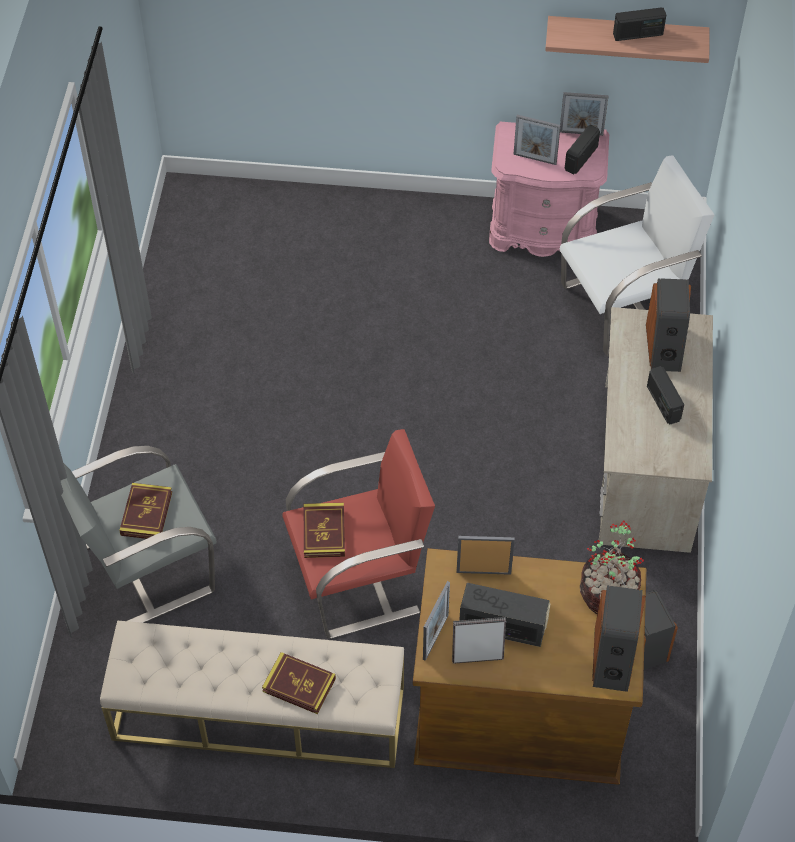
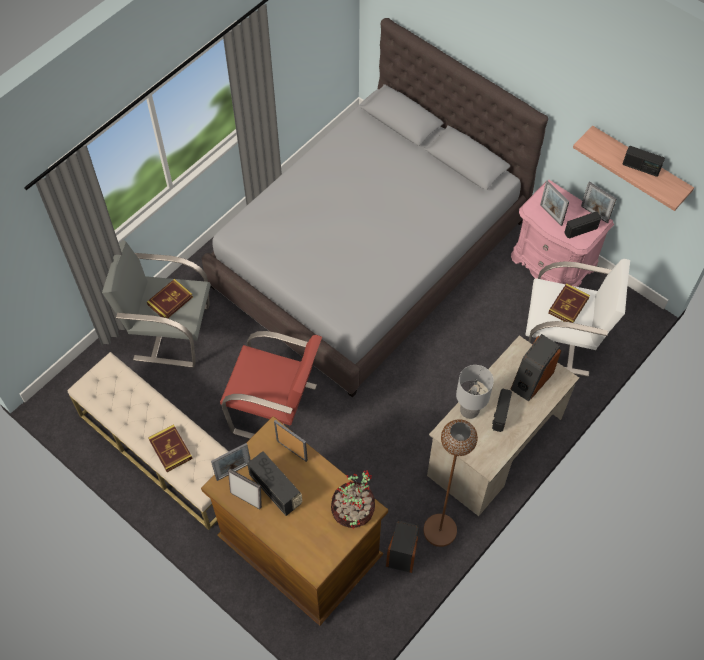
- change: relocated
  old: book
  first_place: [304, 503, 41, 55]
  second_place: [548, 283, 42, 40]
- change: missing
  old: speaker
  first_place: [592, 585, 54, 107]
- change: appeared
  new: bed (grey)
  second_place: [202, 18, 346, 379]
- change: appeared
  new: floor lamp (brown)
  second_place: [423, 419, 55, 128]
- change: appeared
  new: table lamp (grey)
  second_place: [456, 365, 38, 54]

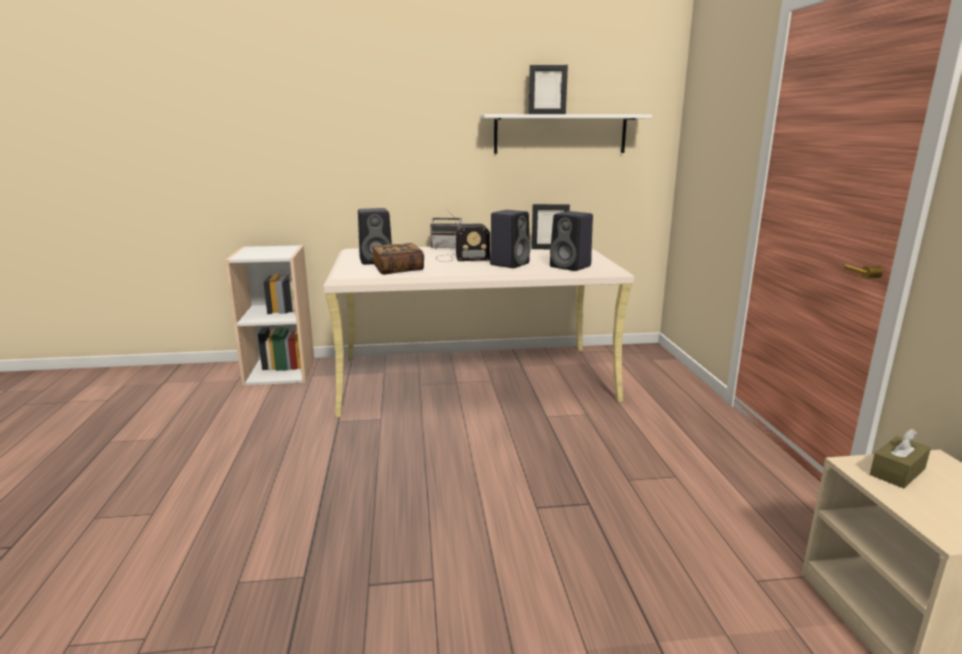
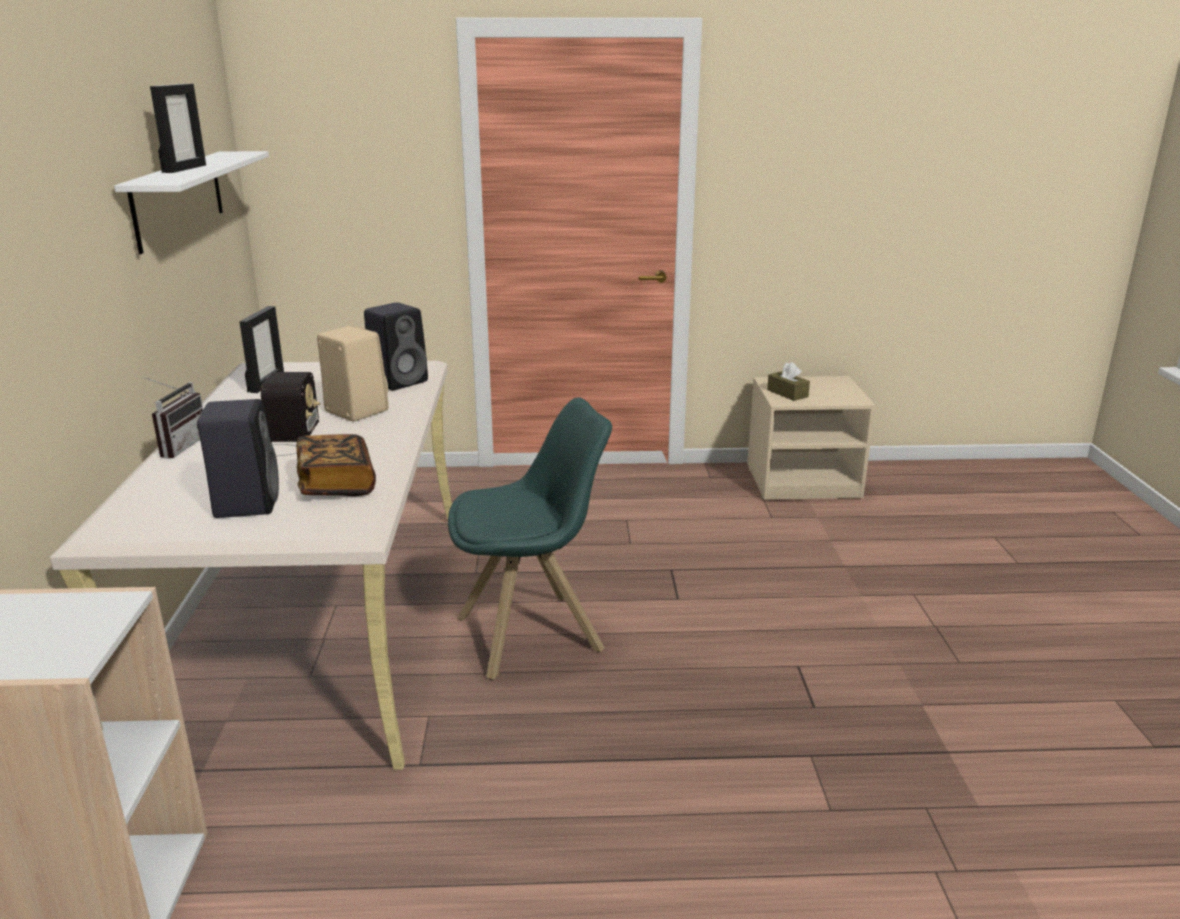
- change: colour
  old: speaker (black)
  new: speaker (beige)
  first_place: [490, 210, 40, 58]
  second_place: [317, 326, 71, 95]
- change: appeared
  new: chair (turquoise)
  second_place: [448, 397, 164, 283]

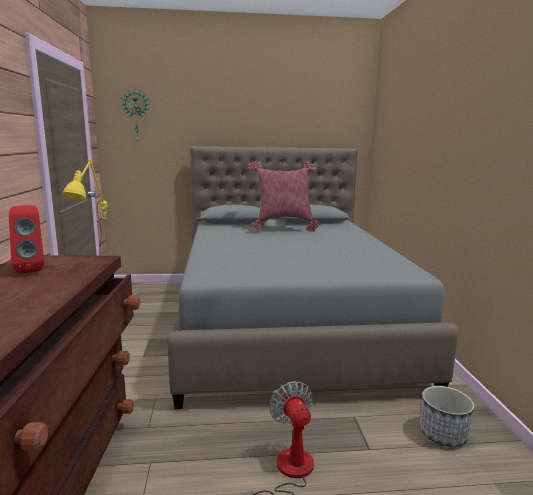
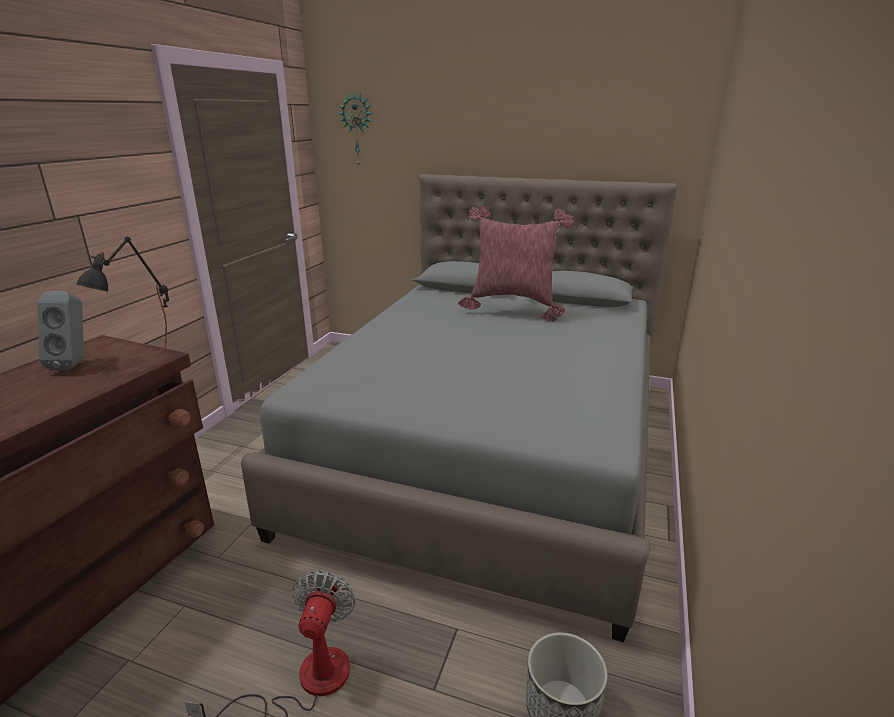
- change: colour
  old: speaker (red)
  new: speaker (grey)
  first_place: [9, 205, 35, 68]
  second_place: [38, 291, 46, 79]
- change: colour
  old: table lamp (yellow)
  new: table lamp (black)
  first_place: [61, 159, 47, 98]
  second_place: [76, 237, 93, 115]

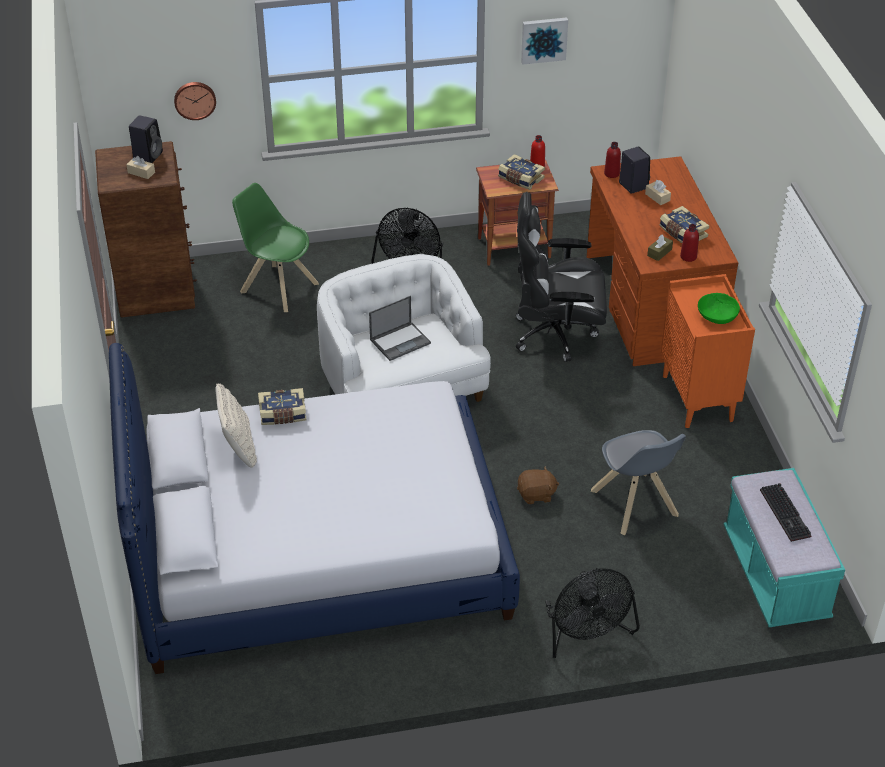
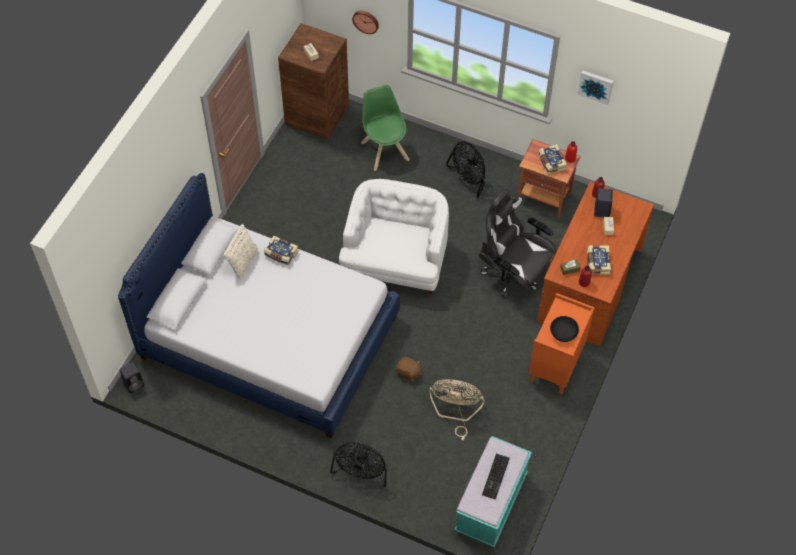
- change: relocated
  old: speaker (black)
  first_place: [129, 115, 34, 48]
  second_place: [119, 362, 25, 31]
- change: missing
  old: laptop
  first_place: [369, 296, 62, 65]
- change: exchanged
  old: chair (grey)
  new: fan (beige)
  first_place: [591, 430, 95, 105]
  second_place: [429, 379, 56, 62]
- change: colour
  old: bowl (green)
  new: bowl (black)
  first_place: [698, 293, 42, 31]
  second_place: [550, 316, 29, 26]

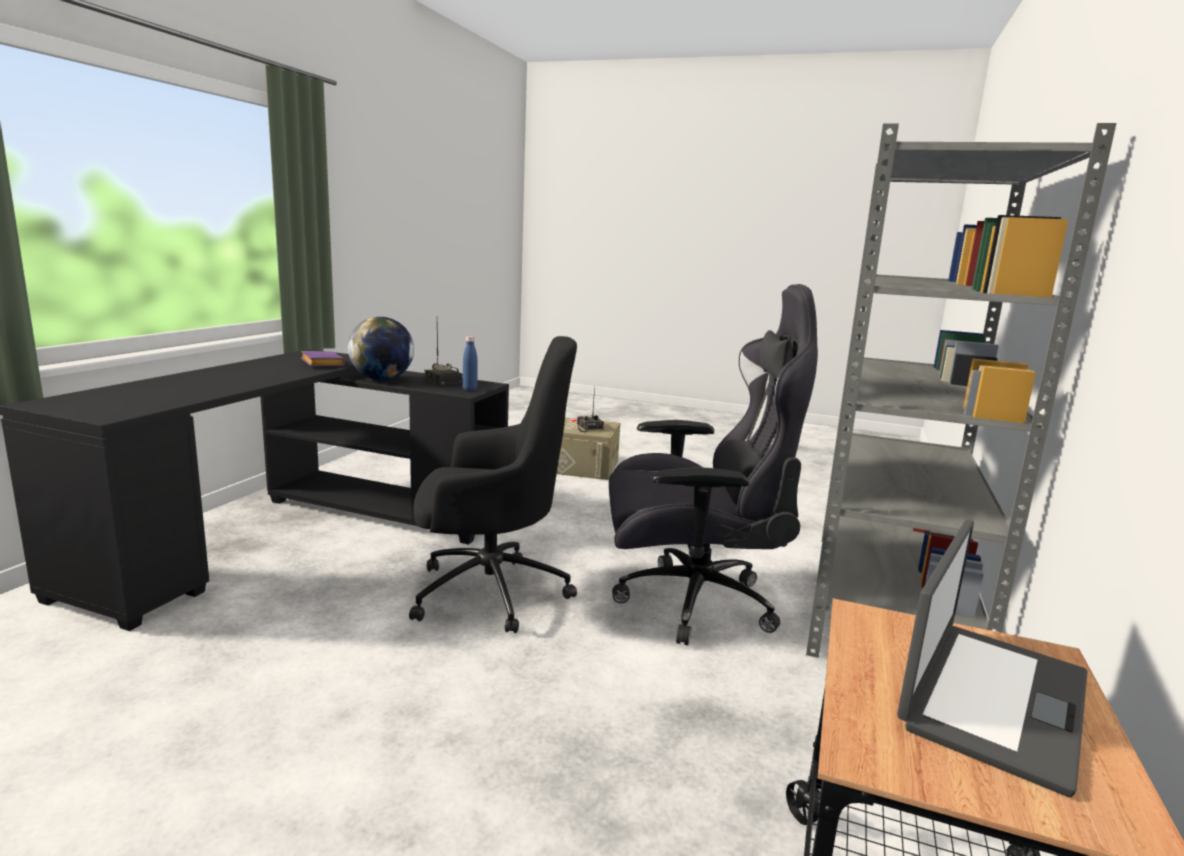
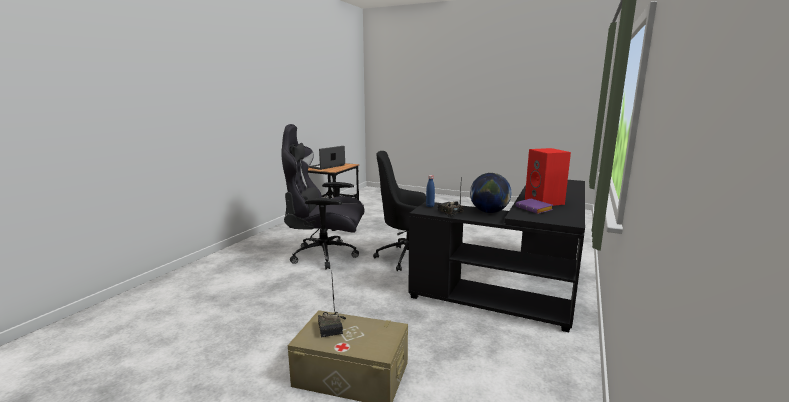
- change: missing
  old: bookcase (grey)
  first_place: [806, 123, 311, 535]
- change: appeared
  new: speaker (red)
  second_place: [525, 148, 46, 58]

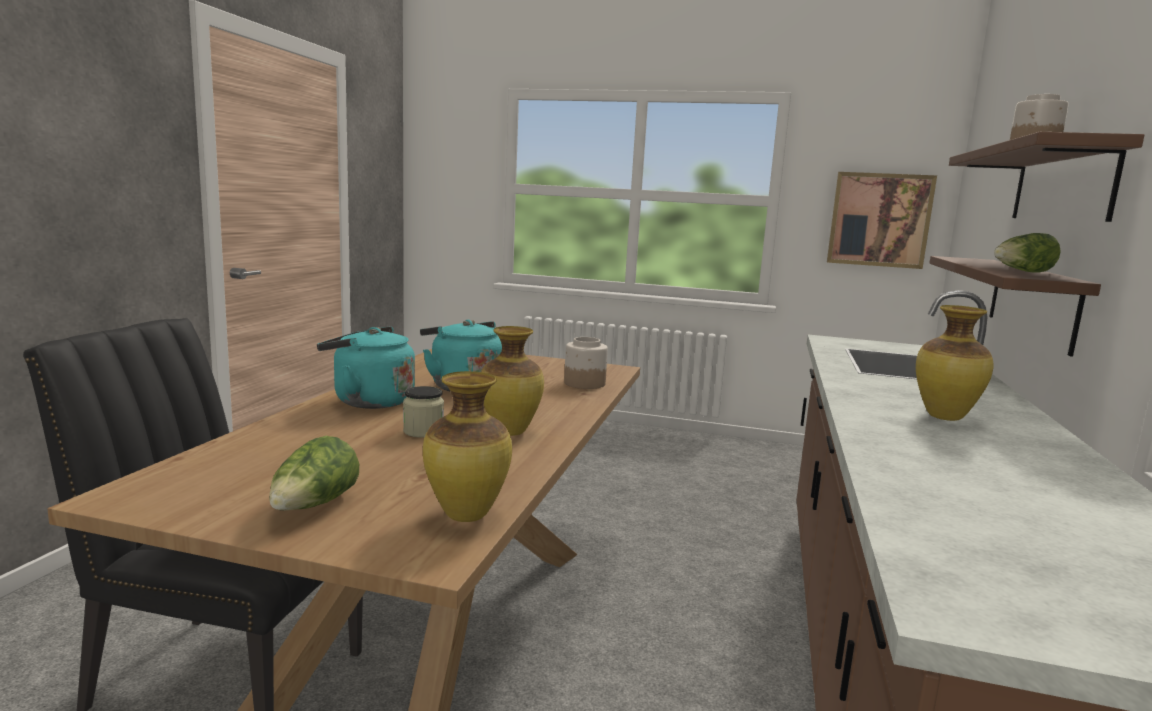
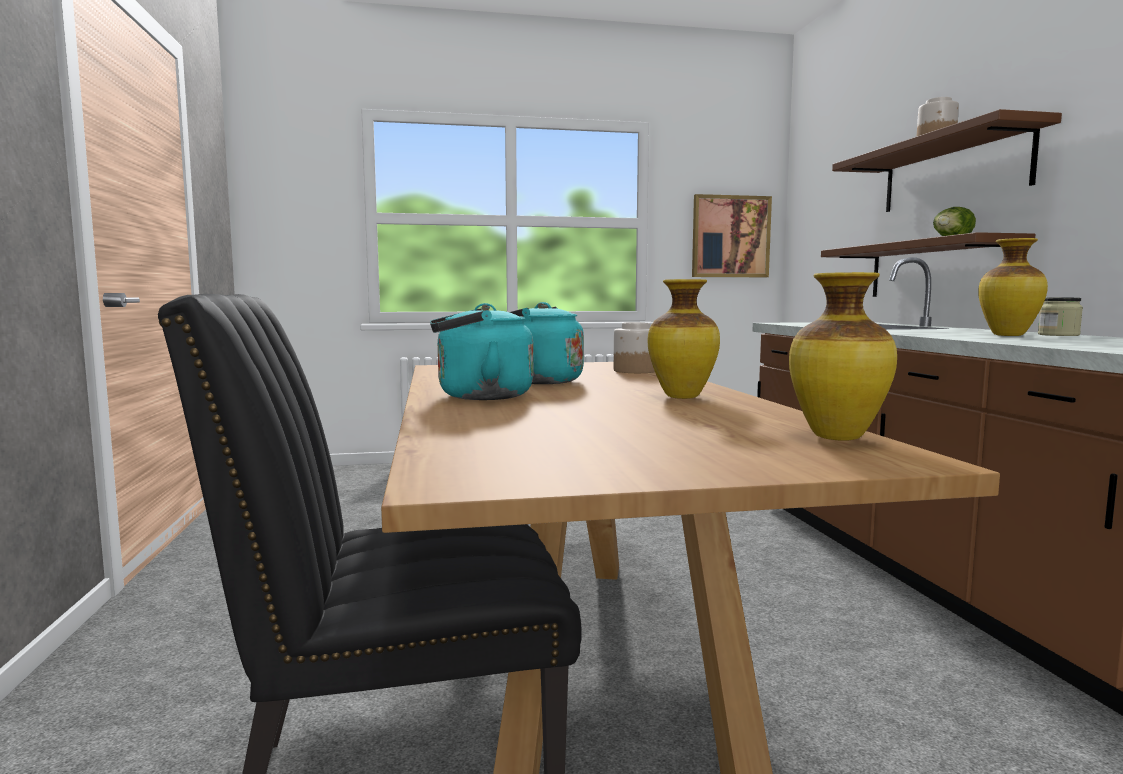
- change: missing
  old: lettuce
  first_place: [269, 436, 90, 75]
- change: relocated
  old: jar
  first_place: [403, 386, 41, 52]
  second_place: [1038, 298, 45, 38]

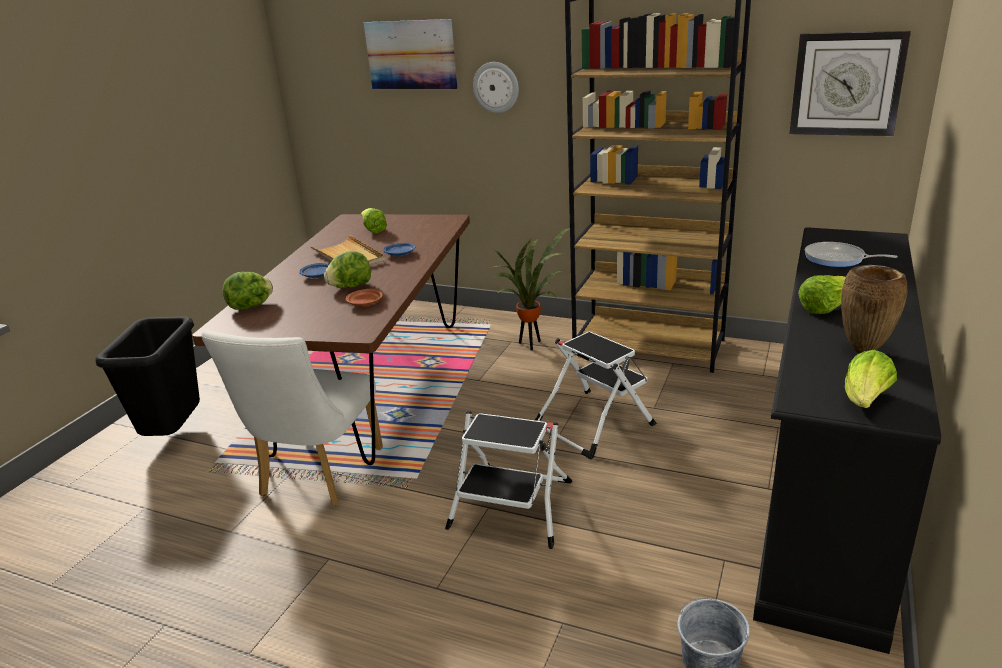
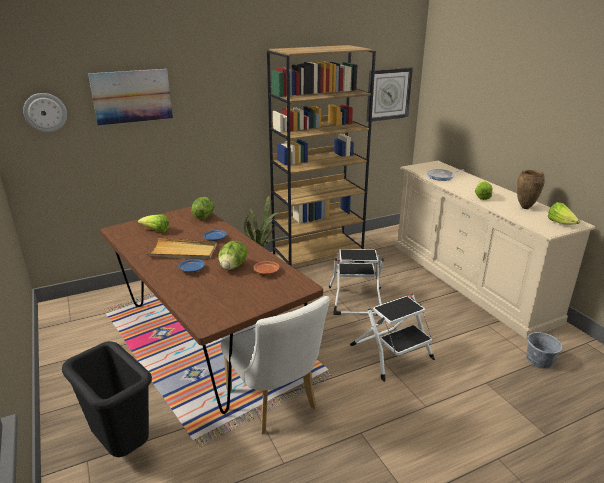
- change: relocated
  old: lettuce
  first_place: [222, 272, 51, 37]
  second_place: [191, 197, 23, 23]
- change: relocated
  old: wall clock
  first_place: [473, 62, 46, 51]
  second_place: [23, 93, 44, 39]
- change: colour
  old: cabinet (black)
  new: cabinet (beige)
  first_place: [753, 227, 188, 427]
  second_place: [395, 161, 200, 178]

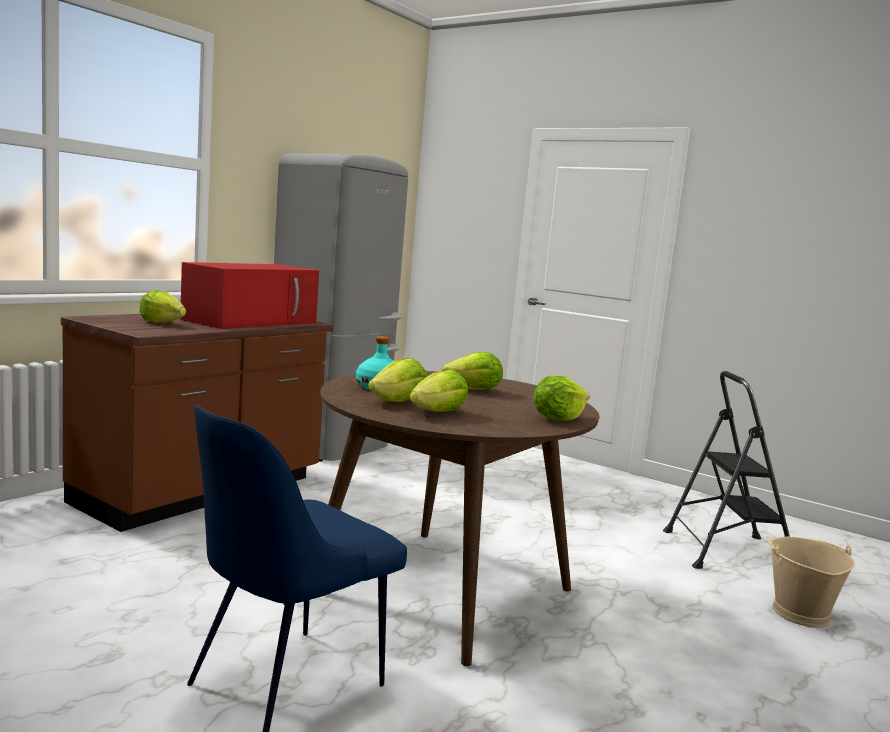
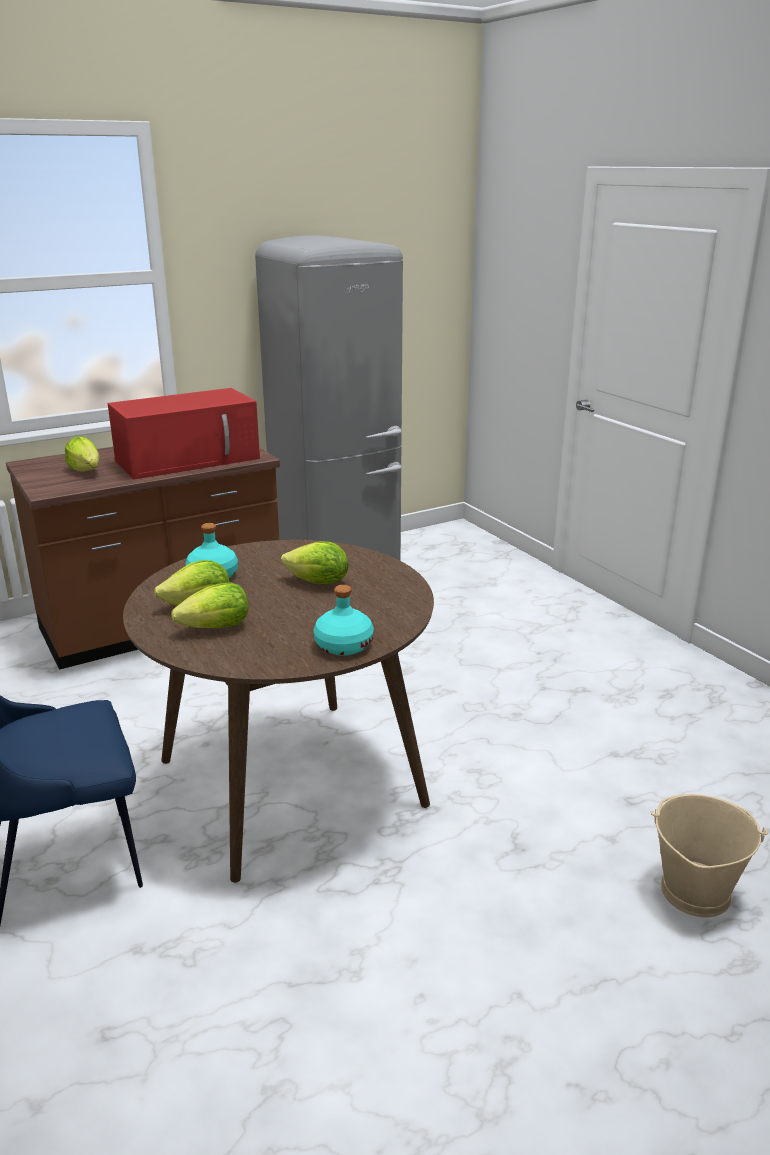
- change: exchanged
  old: lettuce
  new: bottle (turquoise)
  first_place: [533, 375, 57, 46]
  second_place: [314, 585, 60, 71]
- change: missing
  old: step ladder (black)
  first_place: [663, 371, 127, 198]

